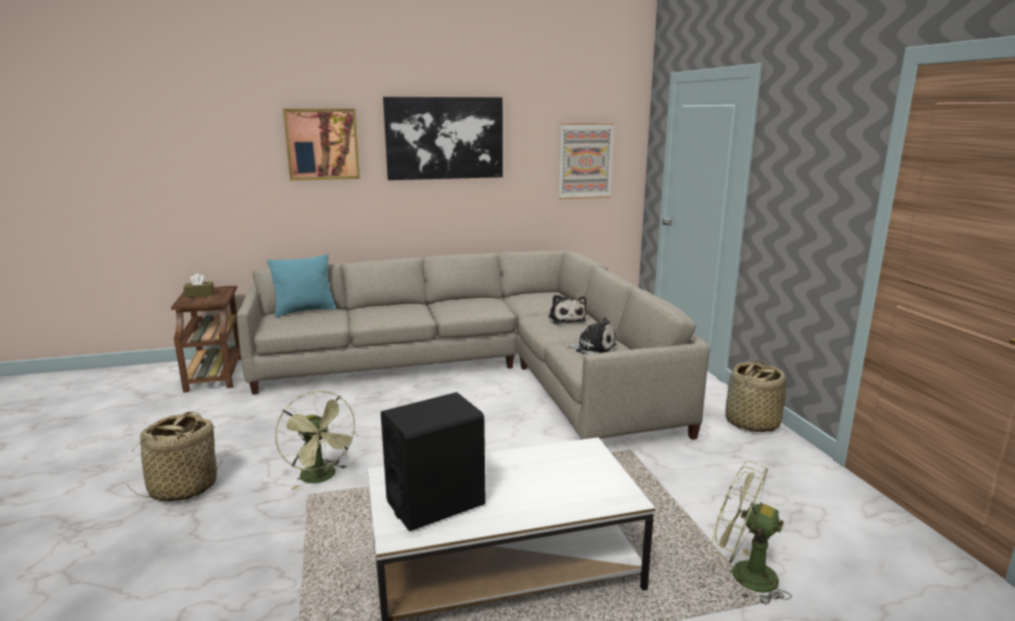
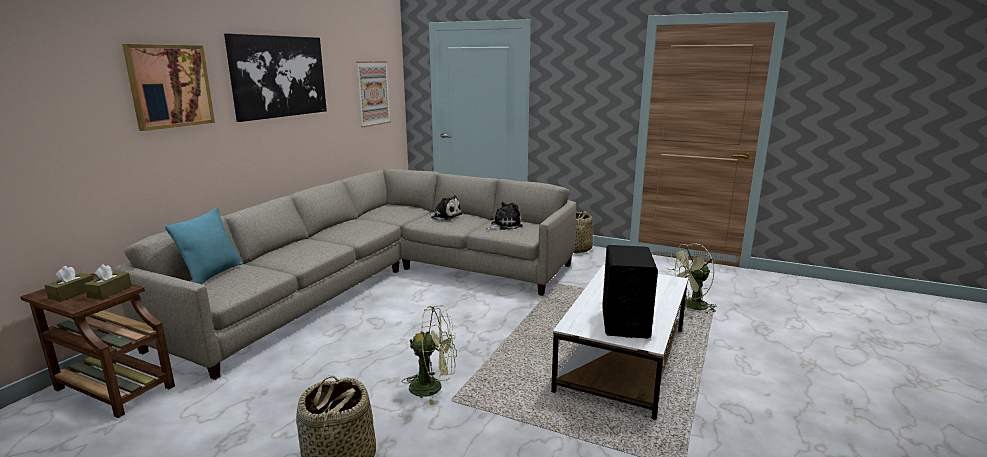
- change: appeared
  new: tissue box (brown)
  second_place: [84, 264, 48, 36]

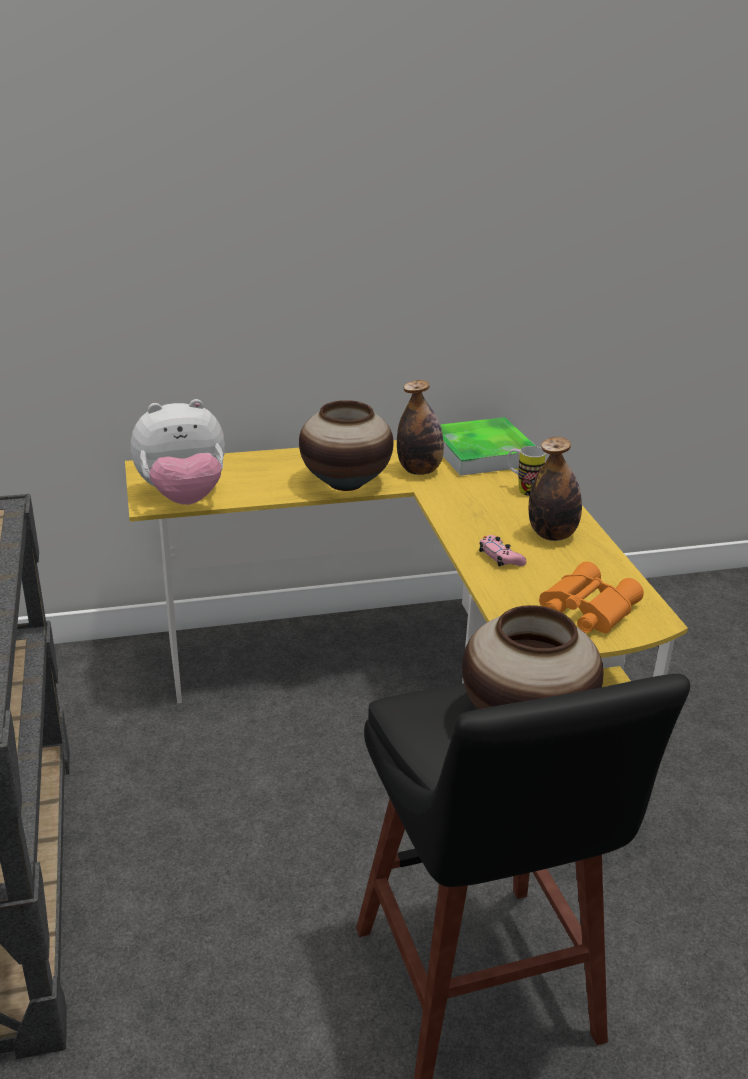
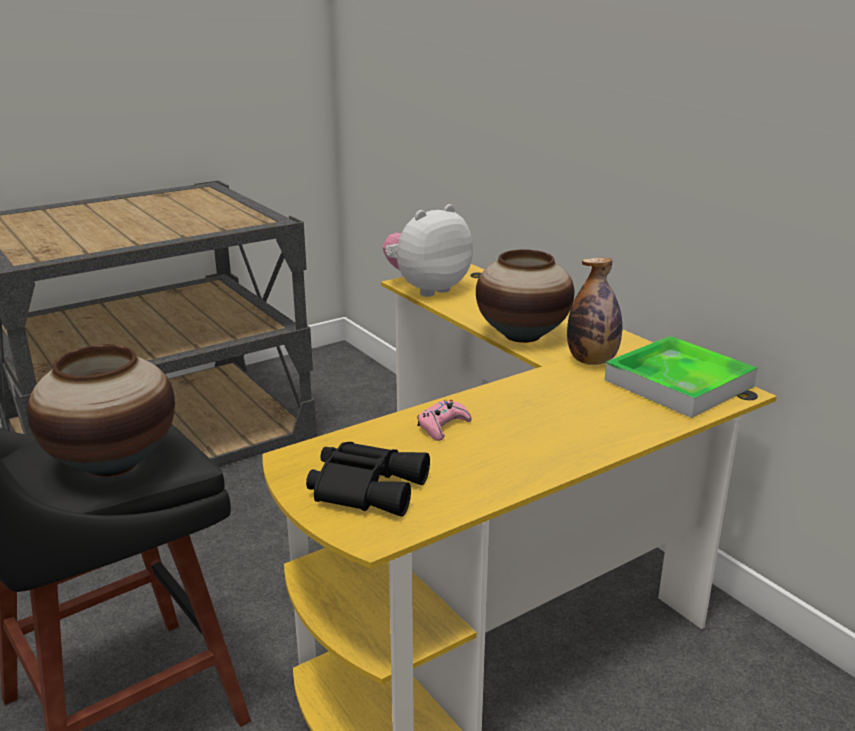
- change: spun
  old: plush toy
  first_place: [131, 399, 94, 106]
  second_place: [382, 204, 91, 93]
  degrees: 90
- change: missing
  old: mug
  first_place: [508, 446, 38, 50]
- change: missing
  old: bottle
  first_place: [529, 437, 53, 104]
- change: colour
  old: binoculars (orange)
  new: binoculars (black)
  first_place: [539, 561, 105, 72]
  second_place: [306, 442, 124, 75]

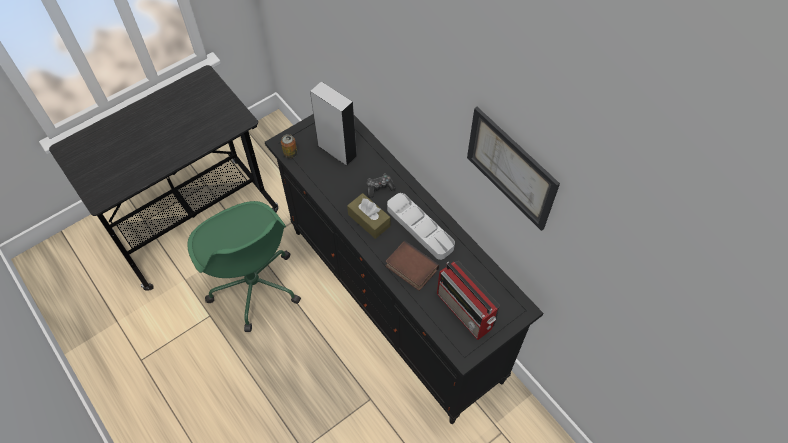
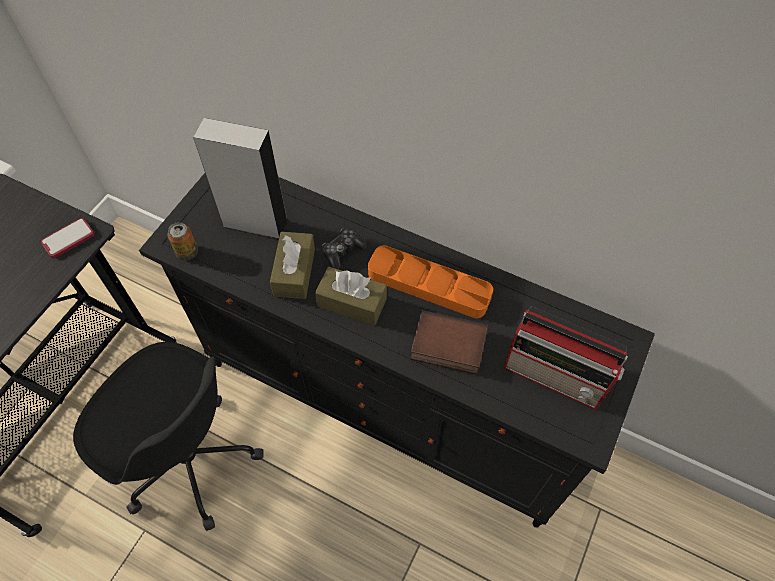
- change: colour
  old: office chair (green)
  new: office chair (black)
  first_place: [188, 201, 113, 131]
  second_place: [73, 342, 191, 189]
- change: colour
  old: tray (grey)
  new: tray (orange)
  first_place: [387, 193, 68, 67]
  second_place: [368, 245, 125, 73]
- change: missing
  old: picture
  first_place: [467, 107, 93, 124]
- change: appeared
  new: phone
  second_place: [41, 218, 54, 40]
- change: appeared
  new: tissue box (brown)
  second_place: [270, 232, 45, 67]

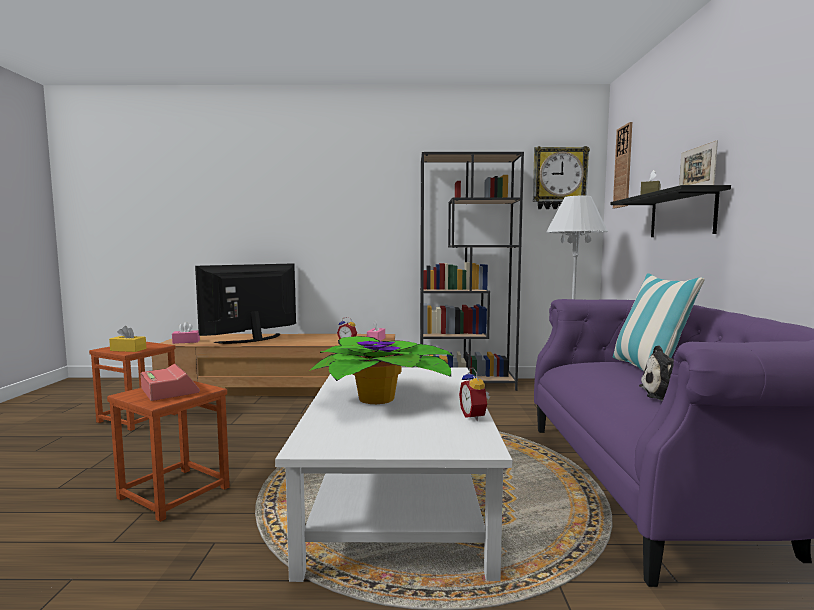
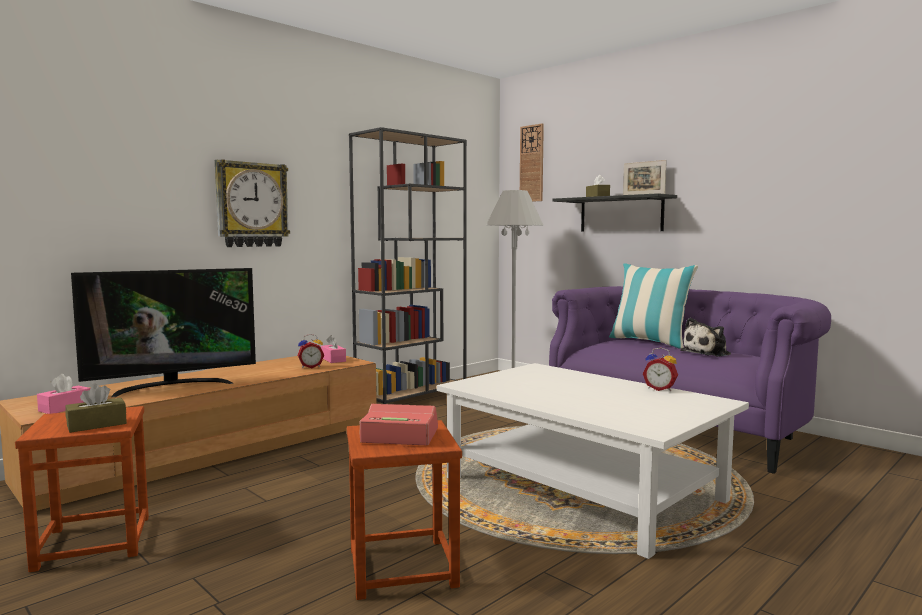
- change: colour
  old: tissue box (yellow)
  new: tissue box (brown)
  first_place: [109, 326, 37, 26]
  second_place: [66, 383, 61, 50]
- change: spun
  old: television
  first_place: [195, 263, 101, 81]
  second_place: [71, 268, 185, 129]
  degrees: -120
- change: missing
  old: potted plant
  first_place: [309, 336, 144, 68]
- change: relocated
  old: wall clock
  first_place: [533, 146, 57, 63]
  second_place: [215, 159, 75, 88]

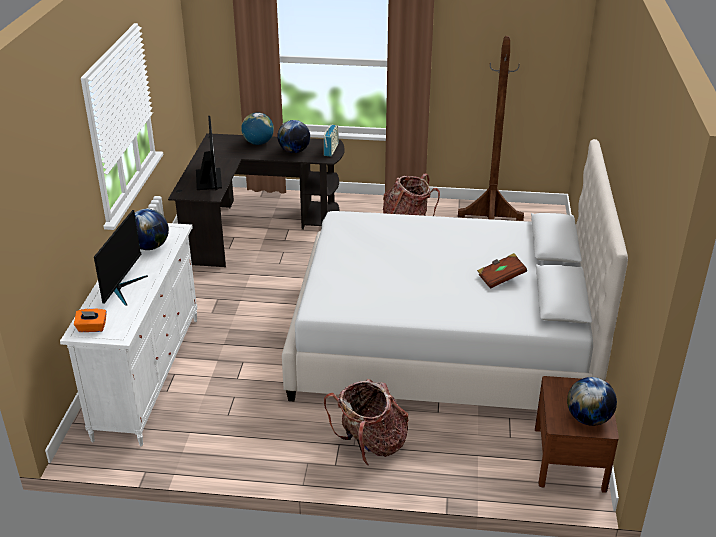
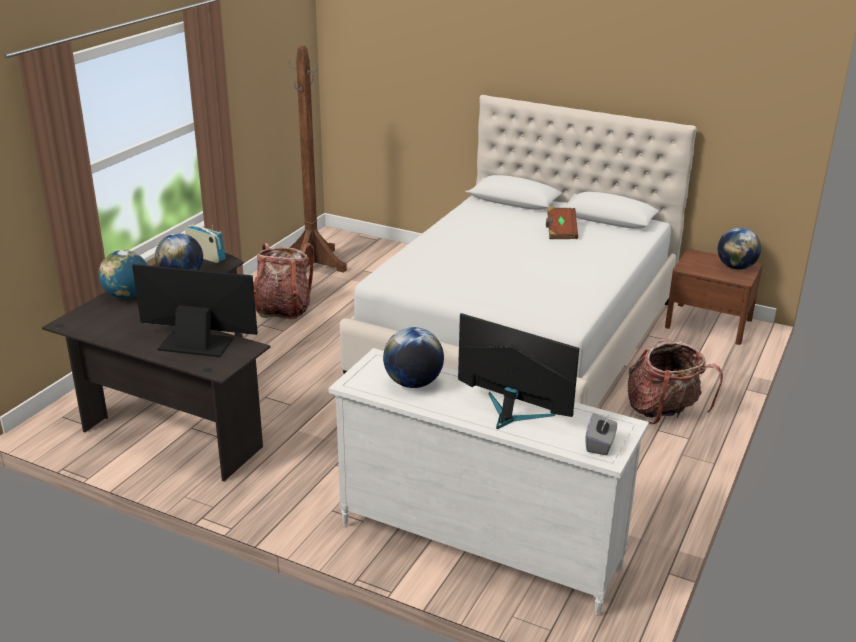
- change: colour
  old: tissue box (orange)
  new: tissue box (grey)
  first_place: [74, 308, 33, 24]
  second_place: [586, 413, 31, 42]

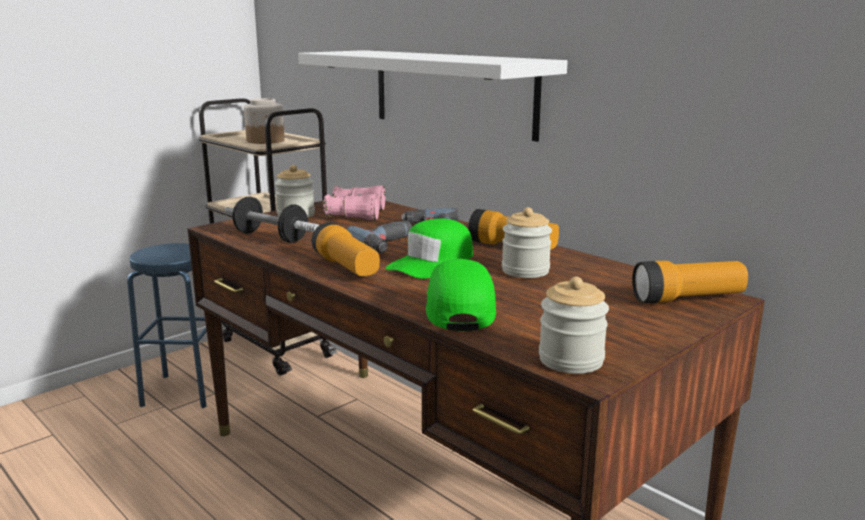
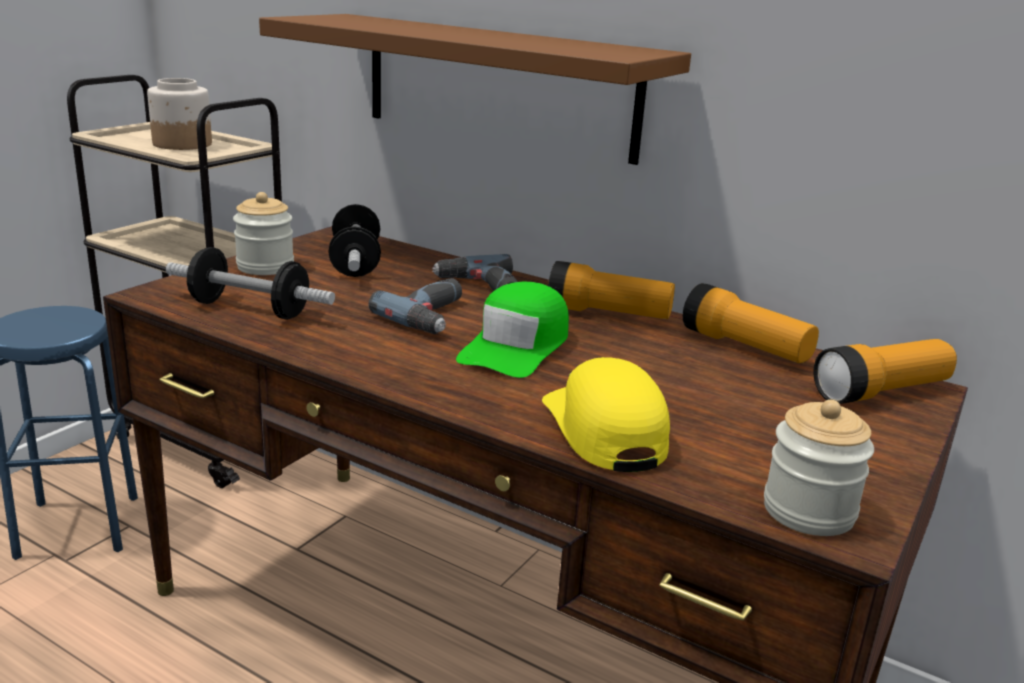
- change: colour
  old: shelf (white)
  new: shelf (brown)
  first_place: [298, 50, 270, 92]
  second_place: [259, 14, 432, 151]
- change: relocated
  old: flashlight
  first_place: [311, 222, 69, 54]
  second_place: [683, 283, 136, 80]
- change: exchanged
  old: binoculars (pink)
  new: dumbbell
  first_place: [323, 186, 62, 34]
  second_place: [328, 204, 53, 73]
- change: colour
  old: cap (green)
  new: cap (yellow)
  first_place: [426, 259, 70, 72]
  second_place: [542, 357, 128, 115]
- change: missing
  old: jar
  first_place: [502, 207, 50, 71]

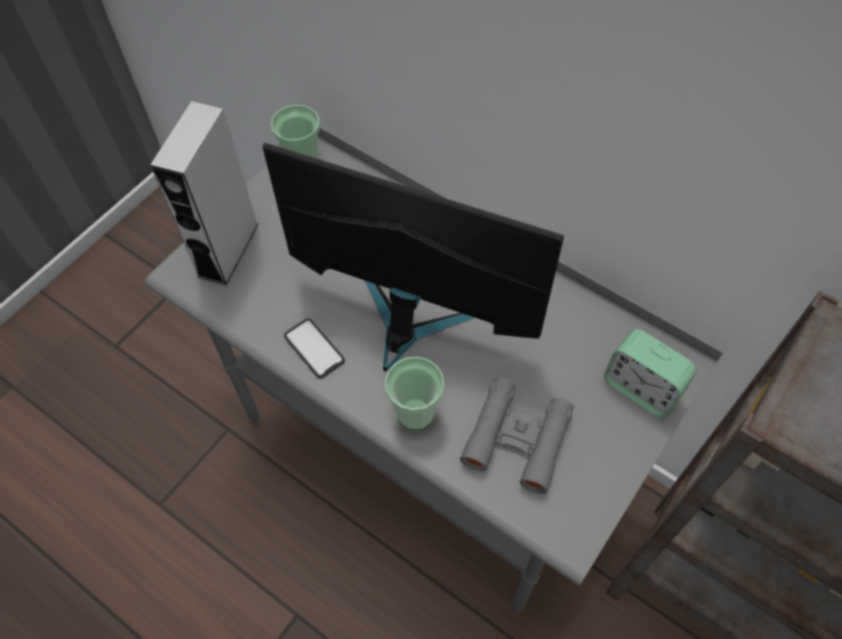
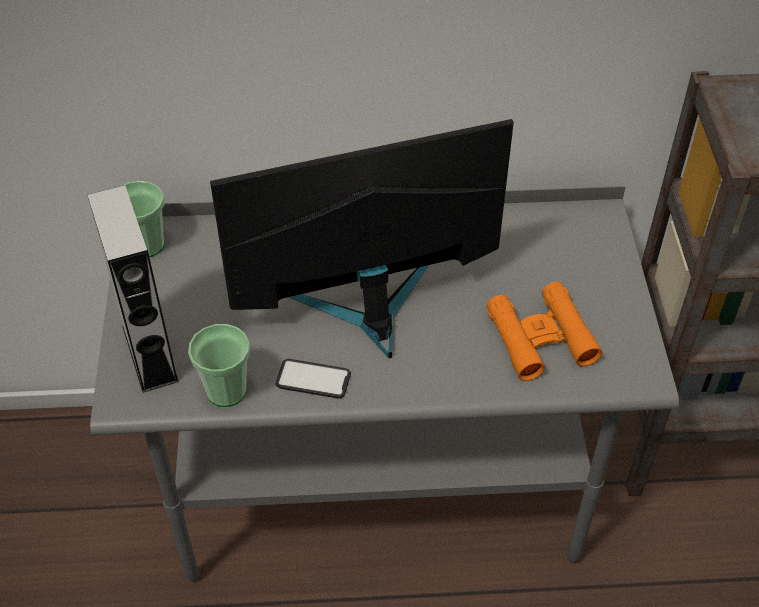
- change: relocated
  old: cup
  first_place: [385, 356, 60, 74]
  second_place: [188, 324, 62, 83]
- change: colour
  old: binoculars (grey)
  new: binoculars (orange)
  first_place: [460, 377, 114, 117]
  second_place: [487, 282, 115, 99]
- change: missing
  old: alarm clock
  first_place: [604, 329, 93, 89]

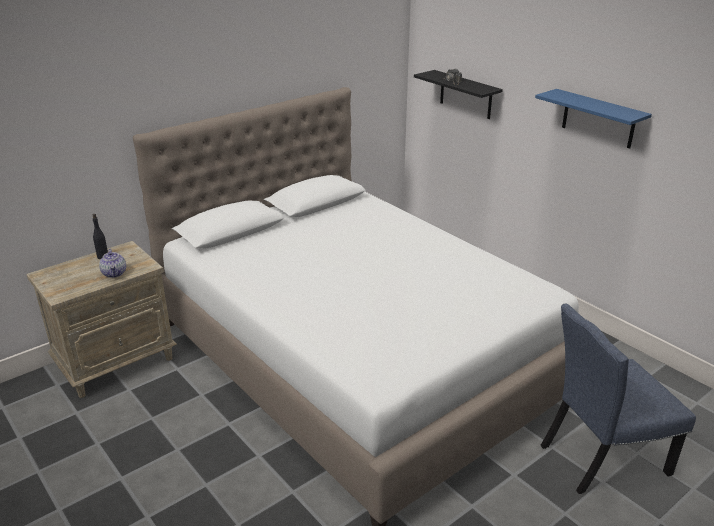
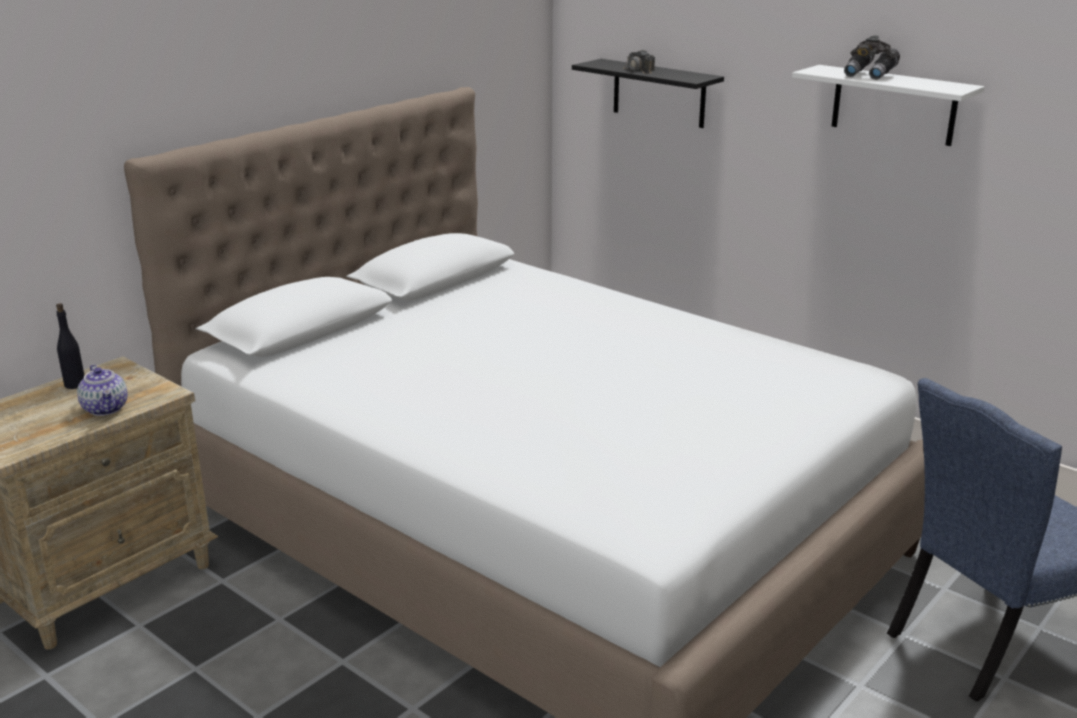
- change: colour
  old: shelf (blue)
  new: shelf (white)
  first_place: [535, 89, 117, 59]
  second_place: [792, 65, 192, 81]
- change: appeared
  new: binoculars (grey)
  second_place: [844, 35, 56, 45]

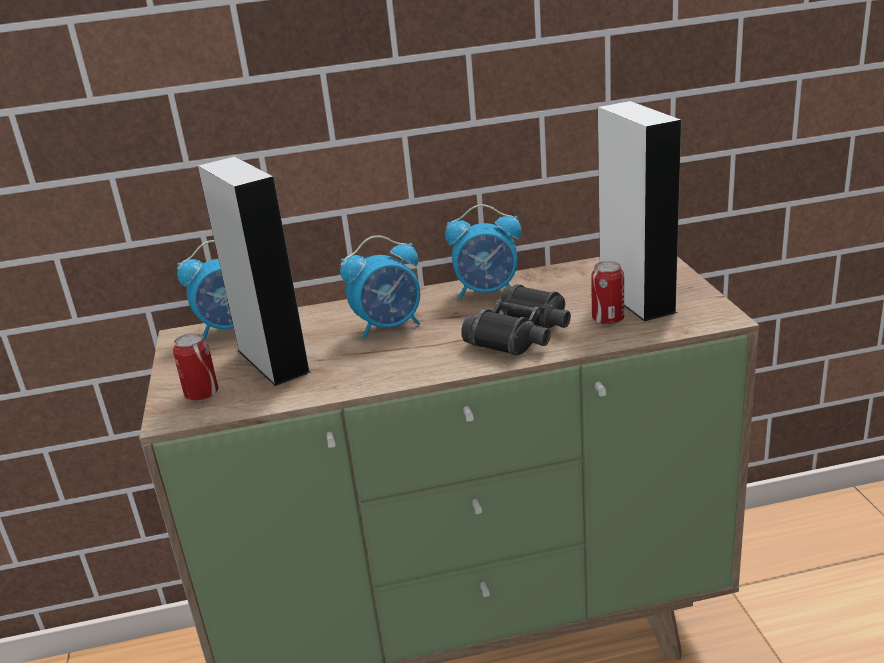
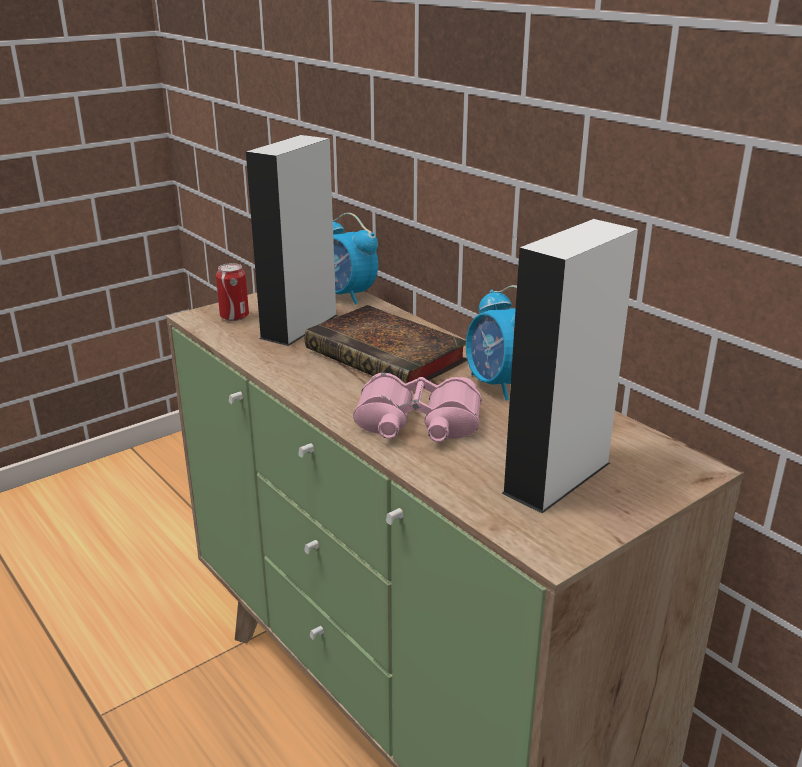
- change: exchanged
  old: alarm clock
  new: book
  first_place: [340, 235, 80, 104]
  second_place: [304, 305, 163, 79]
- change: colour
  old: binoculars (black)
  new: binoculars (pink)
  first_place: [461, 284, 110, 71]
  second_place: [353, 373, 129, 69]
- change: missing
  old: can
  first_place: [591, 261, 33, 64]

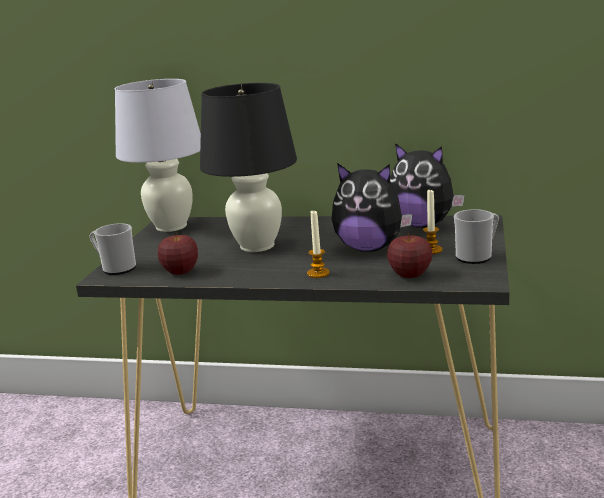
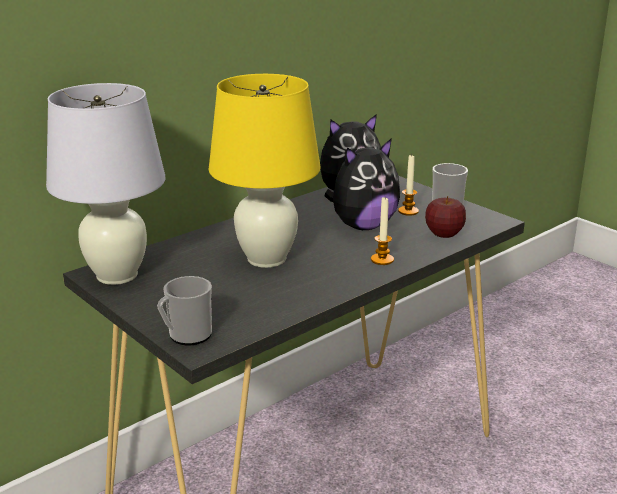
- change: missing
  old: apple
  first_place: [158, 233, 40, 42]
- change: colour
  old: table lamp (black)
  new: table lamp (yellow)
  first_place: [200, 83, 97, 169]
  second_place: [209, 74, 112, 194]

